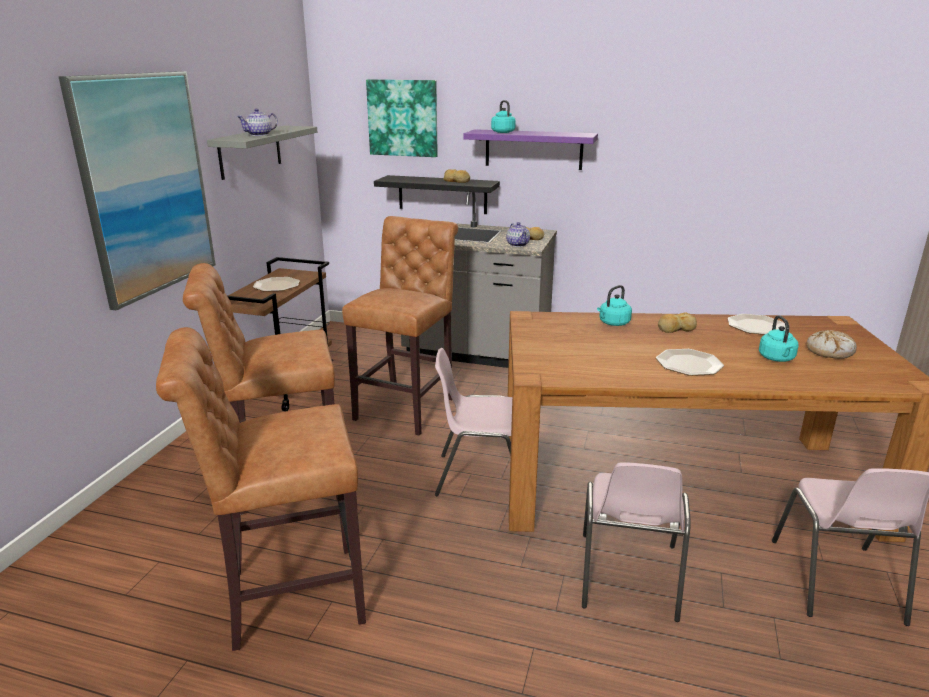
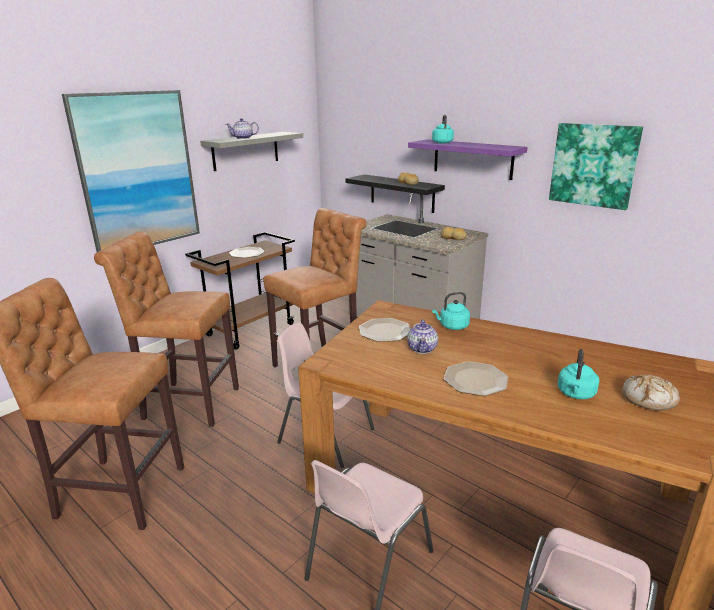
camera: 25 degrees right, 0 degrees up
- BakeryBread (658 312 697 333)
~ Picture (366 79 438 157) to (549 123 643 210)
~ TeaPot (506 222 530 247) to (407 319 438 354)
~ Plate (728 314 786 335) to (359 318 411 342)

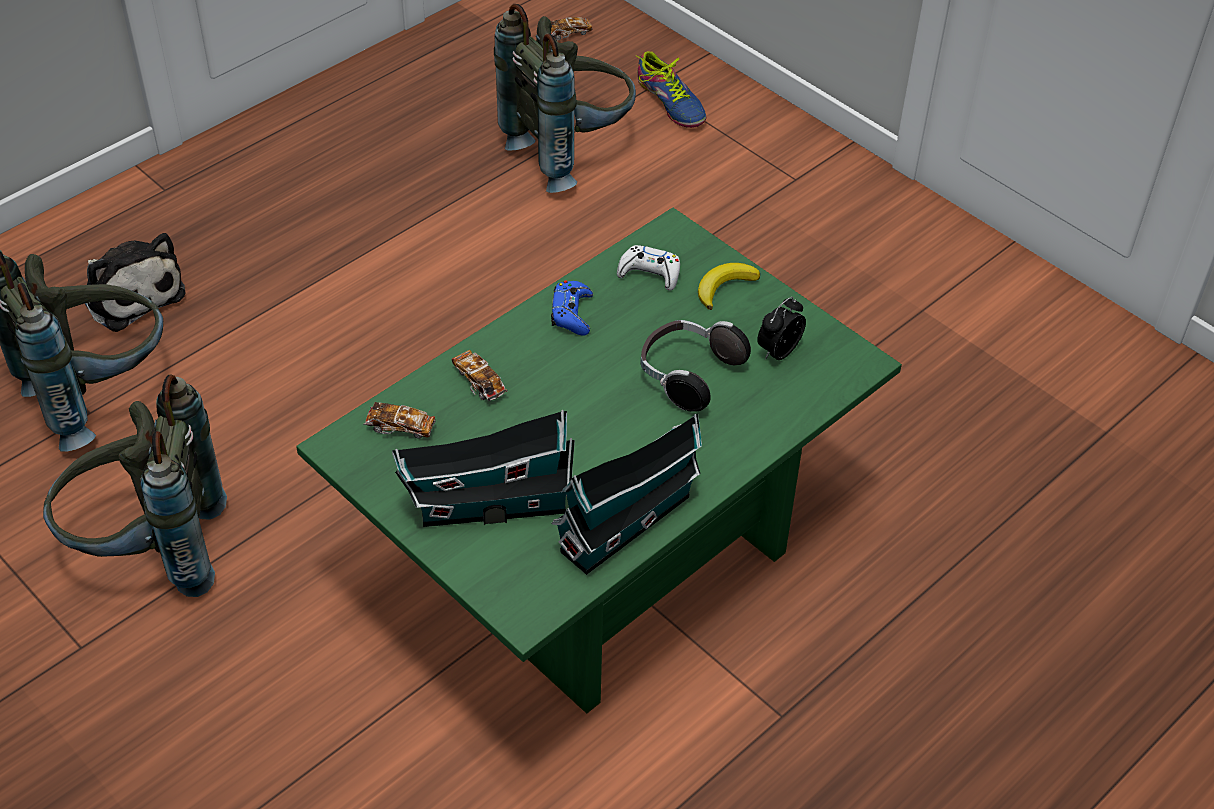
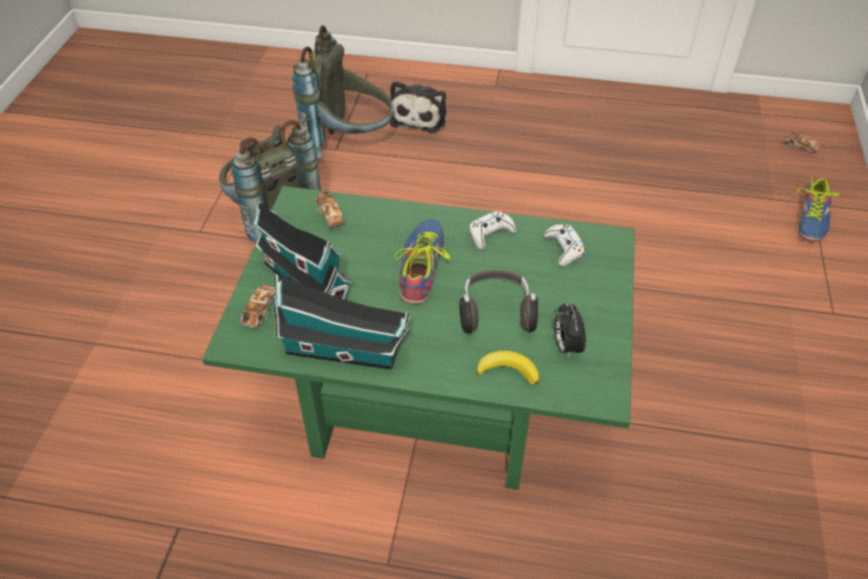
camera: 55 degrees right, 0 degrees up
- GreyBackpack (494 4 636 193)
+ ItemOfFootwear (394 219 451 304)
~ ModelCar (452 350 508 402) to (239 285 275 328)
~ Banana (698 263 760 310) to (477 351 539 385)
~ BlueGamepad (551 281 593 336) to WhiteColouredGamepad (469 211 516 249)
~ AlarmClock (757 297 806 360) = (554 303 586 358) 105 degrees counterclockwise

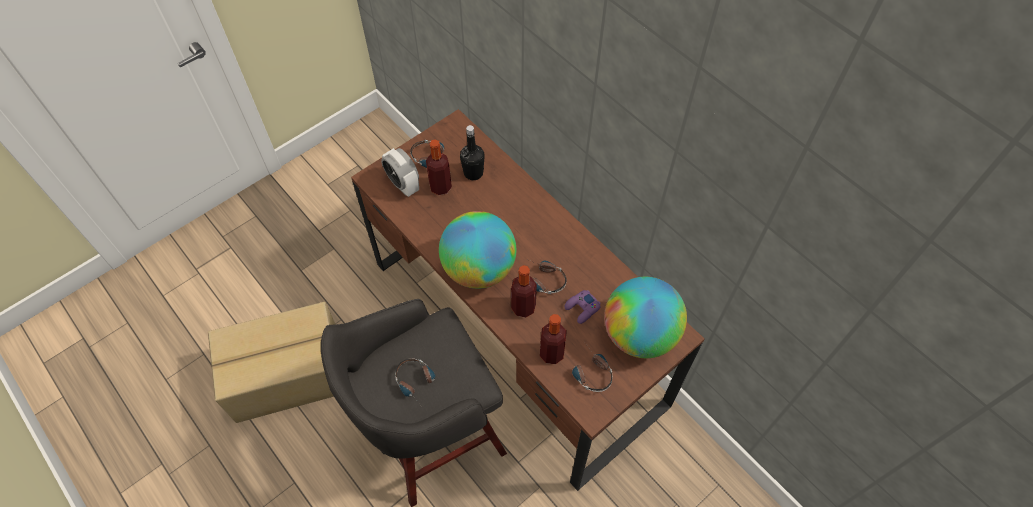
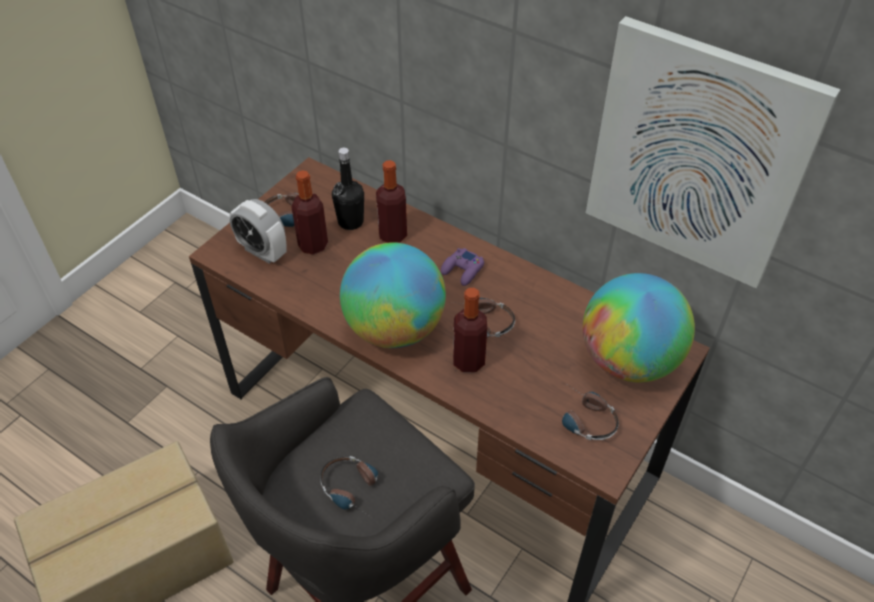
camera: 15 degrees left, 10 degrees down
+ Picture (586 16 841 288)
~ BeverageBottle (540 314 567 364) to (376 160 407 243)
~ PurpleGamepad (564 290 601 324) to (441 248 484 286)

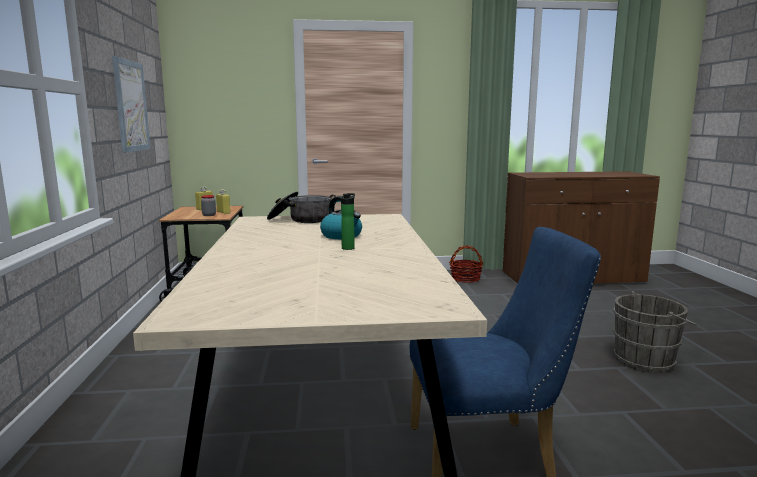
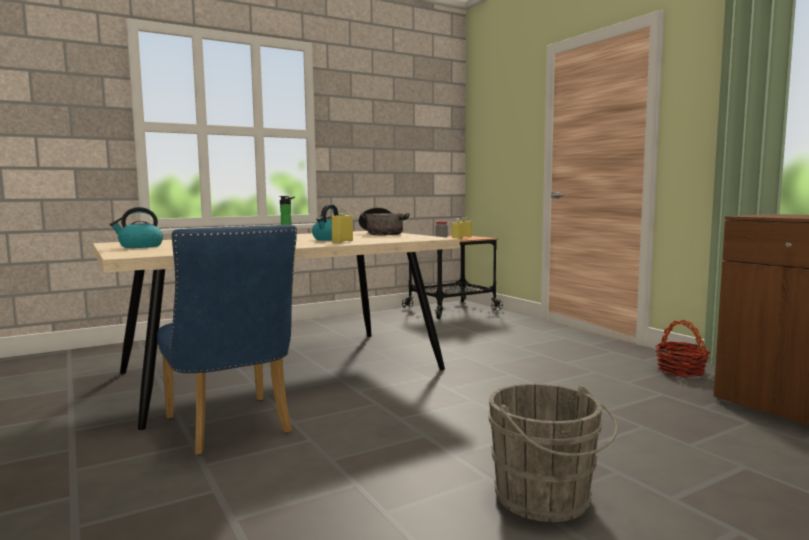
camera: 65 degrees right, 5 degrees down
- Picture (112 56 150 153)
+ WaterKettle (110 207 163 248)
+ YellowBeverageBottle (331 208 353 243)

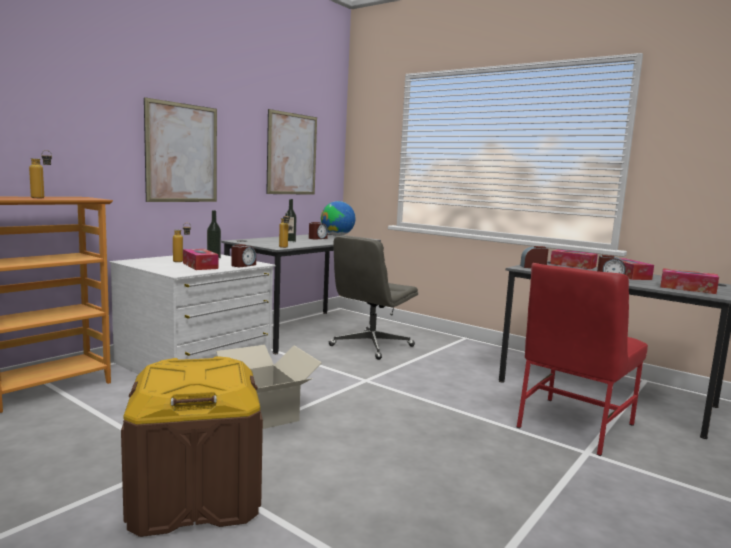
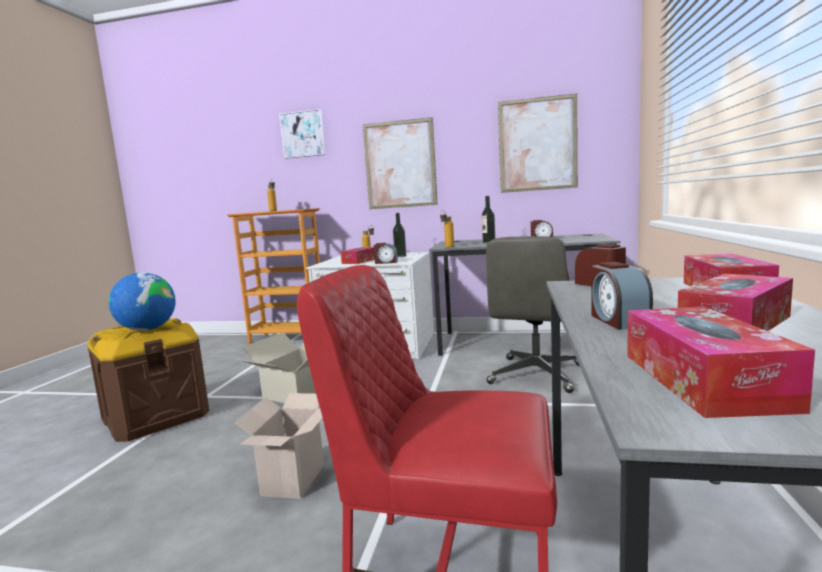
camera: 65 degrees right, 0 degrees up
+ PackingBox (234 393 324 499)
+ Picture (279 109 326 159)
~ WorldGlobe (321 201 356 236) to (108 273 176 331)
~ GreyOfficeChair (329 236 418 360) = (486 236 579 393) 75 degrees counterclockwise

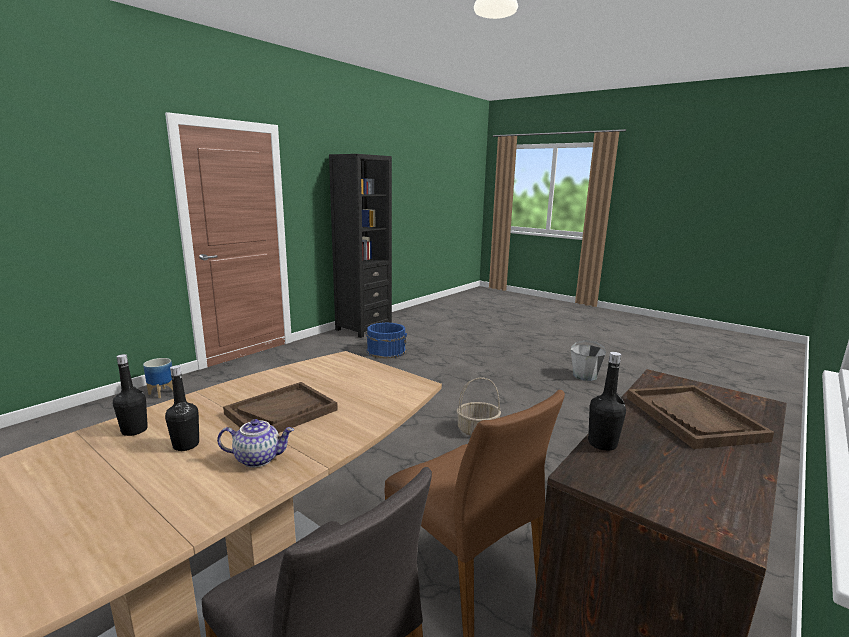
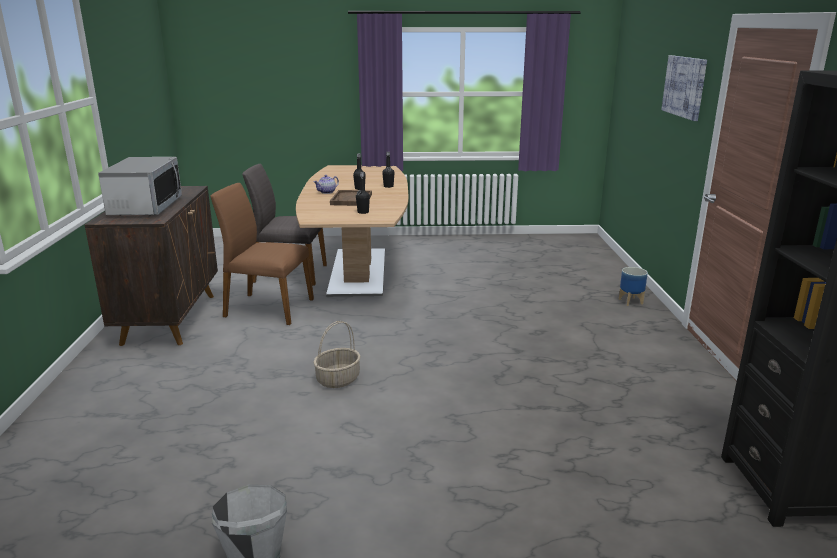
camera: 140 degrees right, 5 degrees up
- BlueBucket (366 322 407 359)
+ Picture (661 55 707 121)
~ BlackColouredBeverageBottle (588 352 626 451) to (356 172 370 214)
~ BrownColouredCarryingTray (627 385 774 449) to Microwave (98 157 182 216)

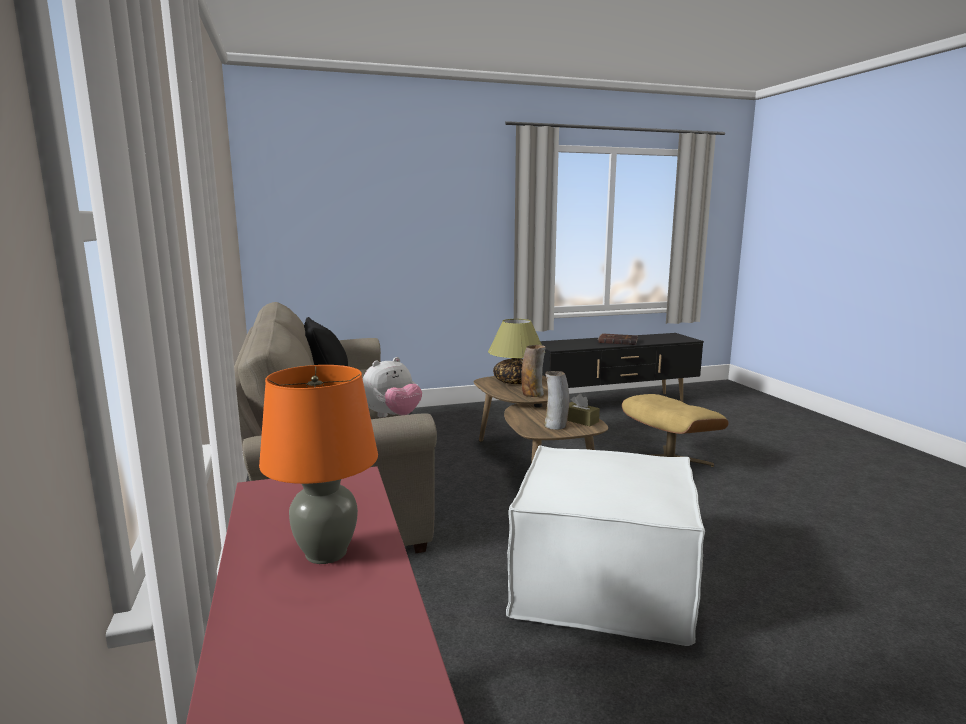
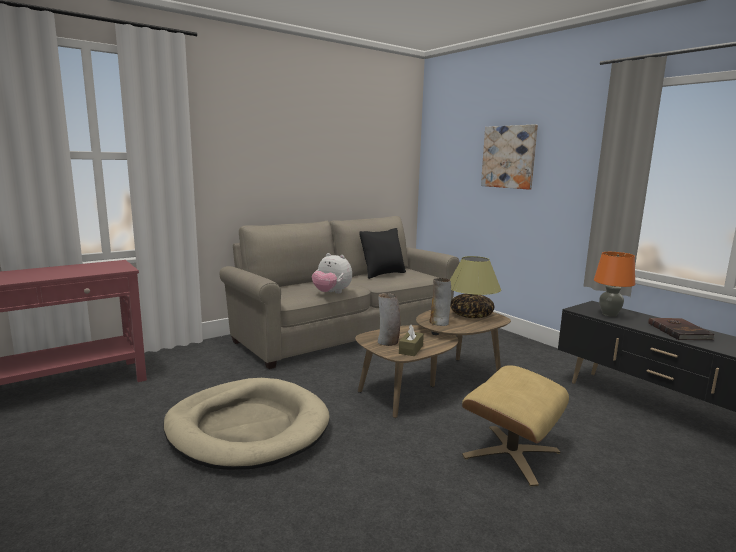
camera: 70 degrees right, 0 degrees up
+ Picture (481 124 538 190)
~ OrangeyLampForATable (259 365 378 564) to (594 252 635 317)
~ WhiteColouredPouffe (506 445 705 646) to BeigeColouredPetBed (164 378 330 470)

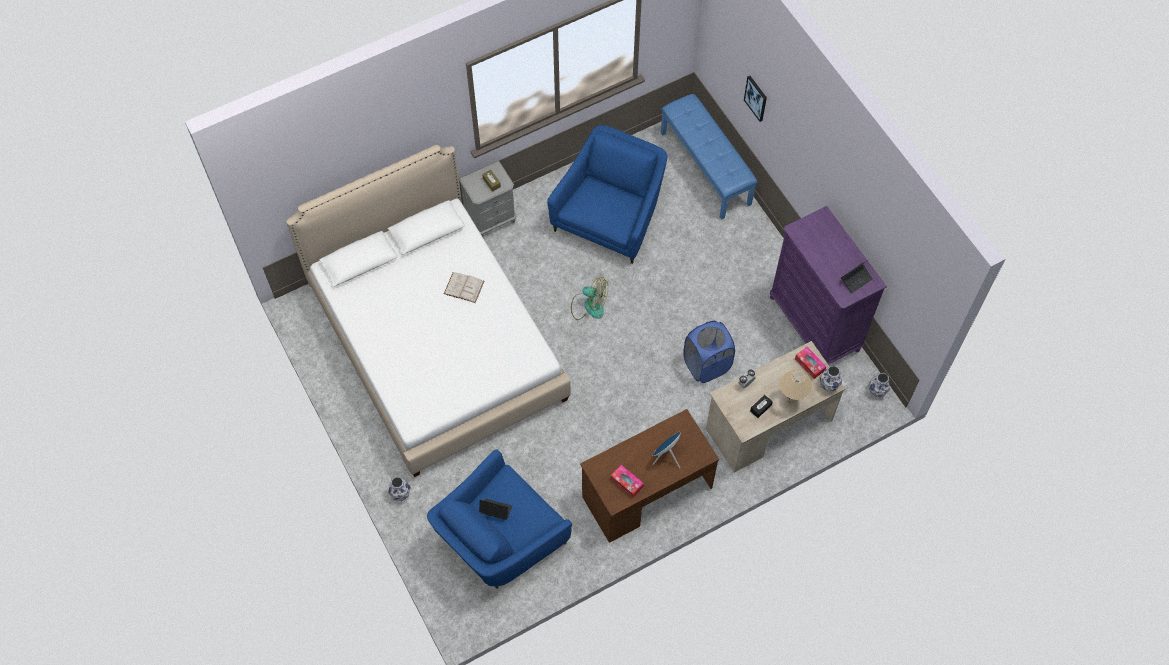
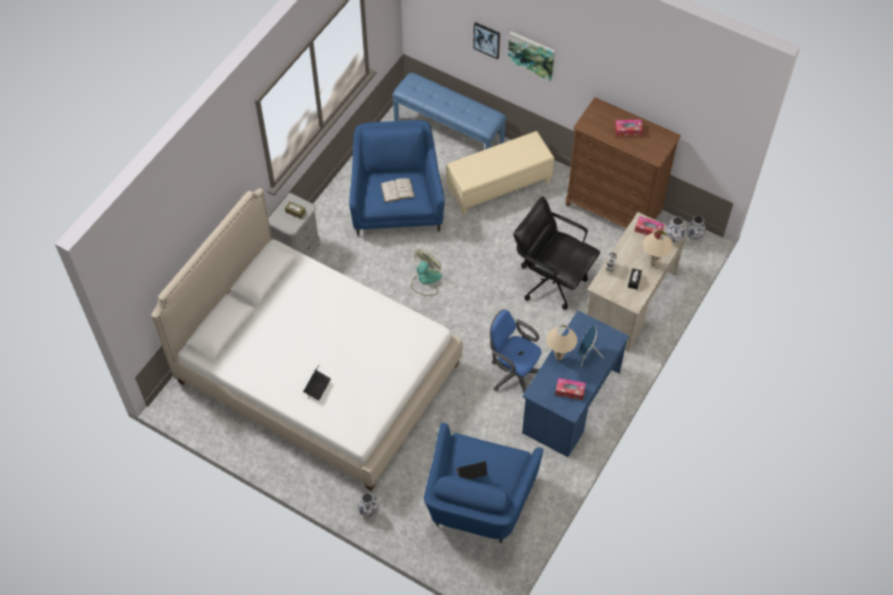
camera: 30 degrees left, 5 degrees down
+ BeigeColouredPouffe (446 131 554 215)
+ BlueOfficeChair (490 309 542 393)
+ Picture (508 31 555 81)
+ BeigeColouredLampForATable (546 325 577 360)
+ TissueBox (615 120 643 137)
~ WhiteColouredBoundBook (444 272 484 303) to (381 178 415 202)
~ Laptop (841 259 873 294) to (303 364 331 401)
~ BlueWashingBasket (683 321 735 383) to BlackColouredOfficeChair (513 196 600 310)
~ BrownColouredDeskTable (580 409 719 543) to BlueDeskTable (522 311 629 457)
~ PurpleDrawerChest (770 206 887 365) to BrownColouredDrawerChest (565 97 681 229)
~ ElectricFan (571 277 608 320) = (411 249 442 296) 45 degrees counterclockwise

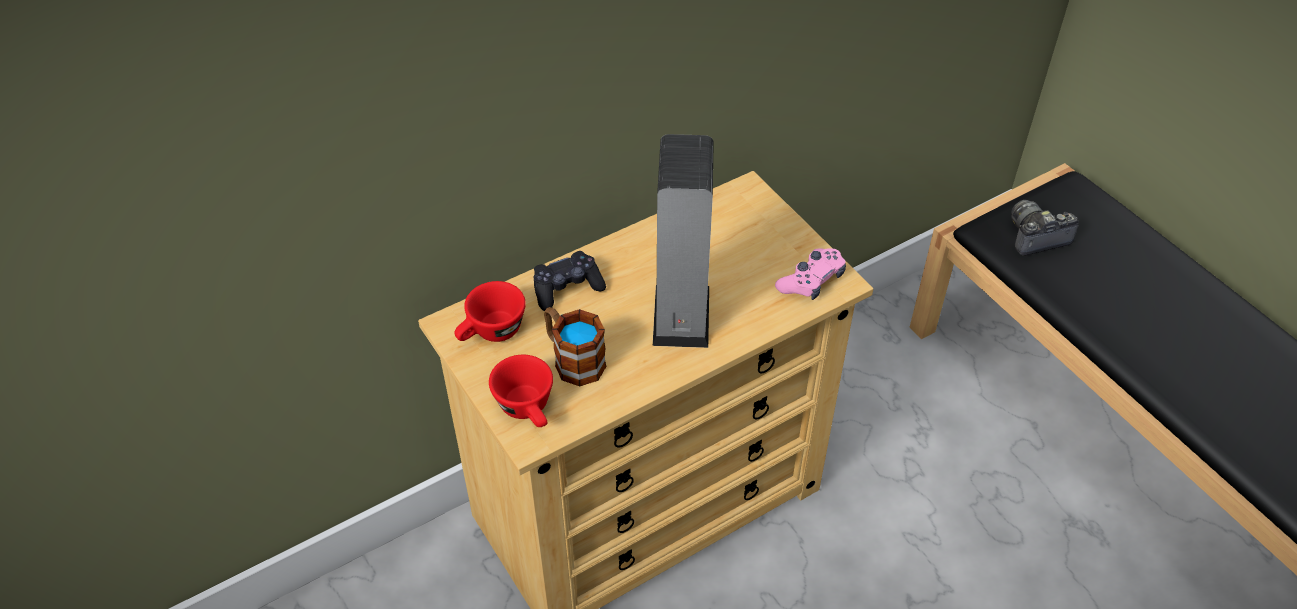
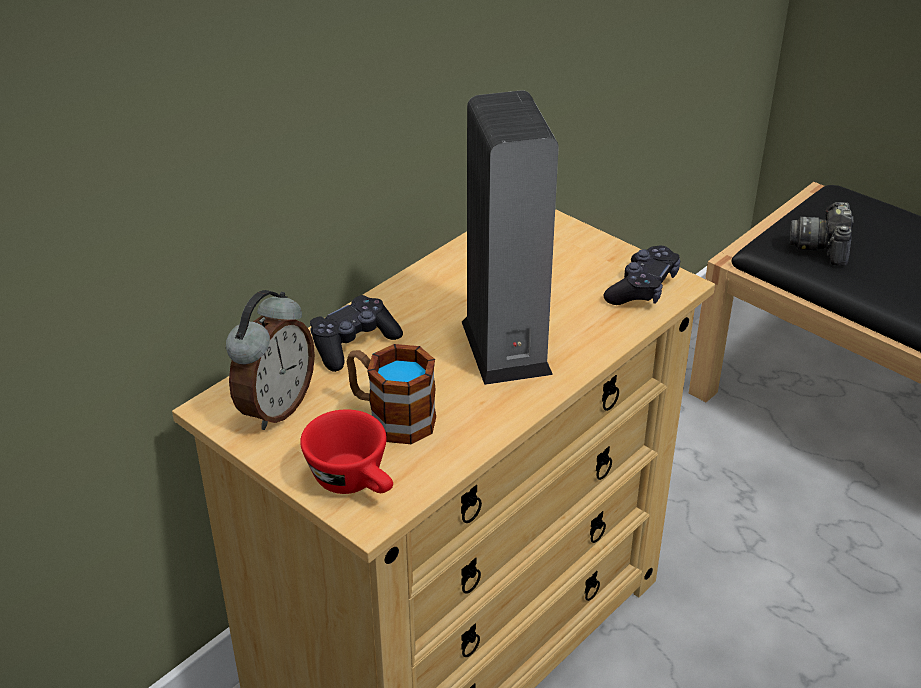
camera: 15 degrees left, 10 degrees down
~ ReddishCup (454 281 526 342) to AlarmClock (226 290 315 430)
~ PinkColouredGamepad (775 248 846 300) to BlackColouredGamepad (604 246 680 305)
~ PhotoCamera (1011 200 1079 256) = (789 202 854 266) 45 degrees counterclockwise

